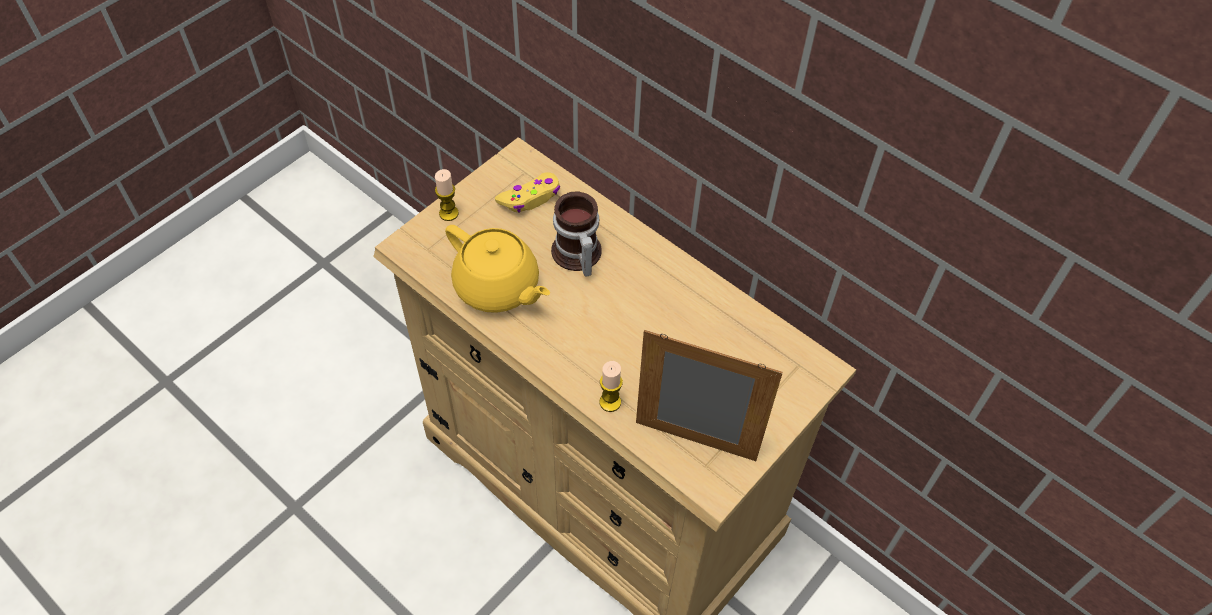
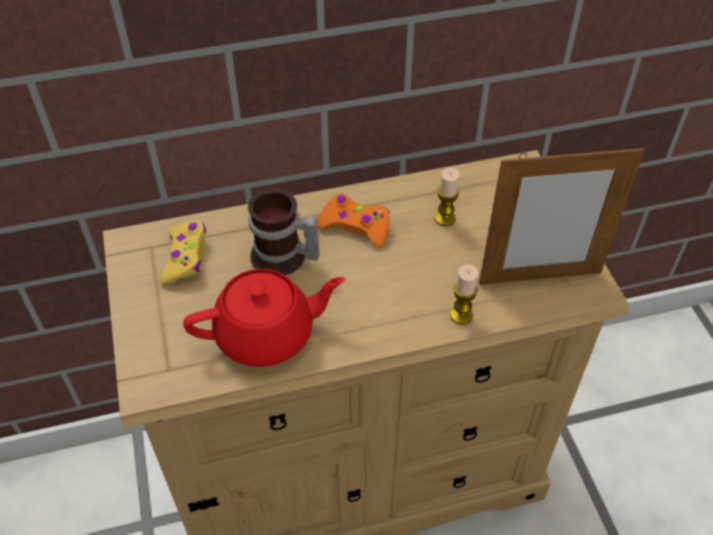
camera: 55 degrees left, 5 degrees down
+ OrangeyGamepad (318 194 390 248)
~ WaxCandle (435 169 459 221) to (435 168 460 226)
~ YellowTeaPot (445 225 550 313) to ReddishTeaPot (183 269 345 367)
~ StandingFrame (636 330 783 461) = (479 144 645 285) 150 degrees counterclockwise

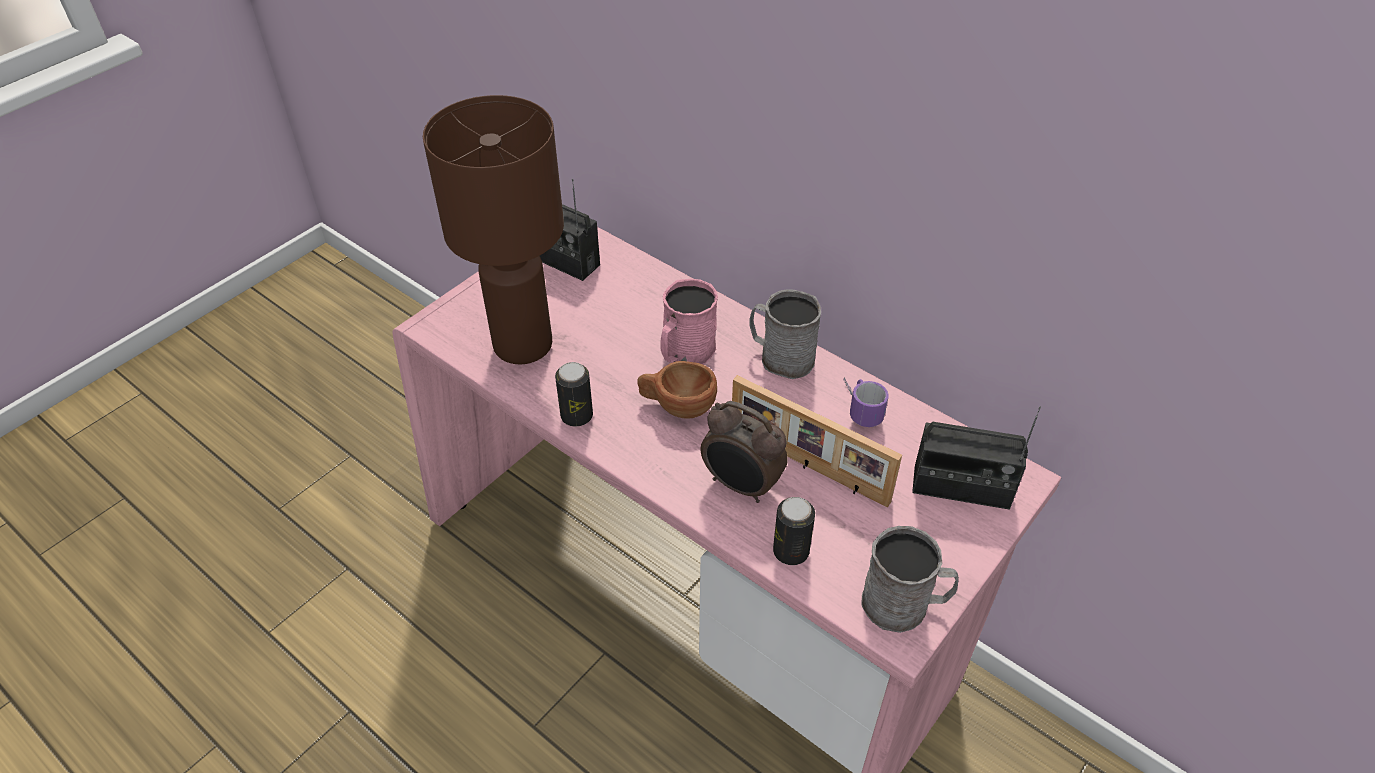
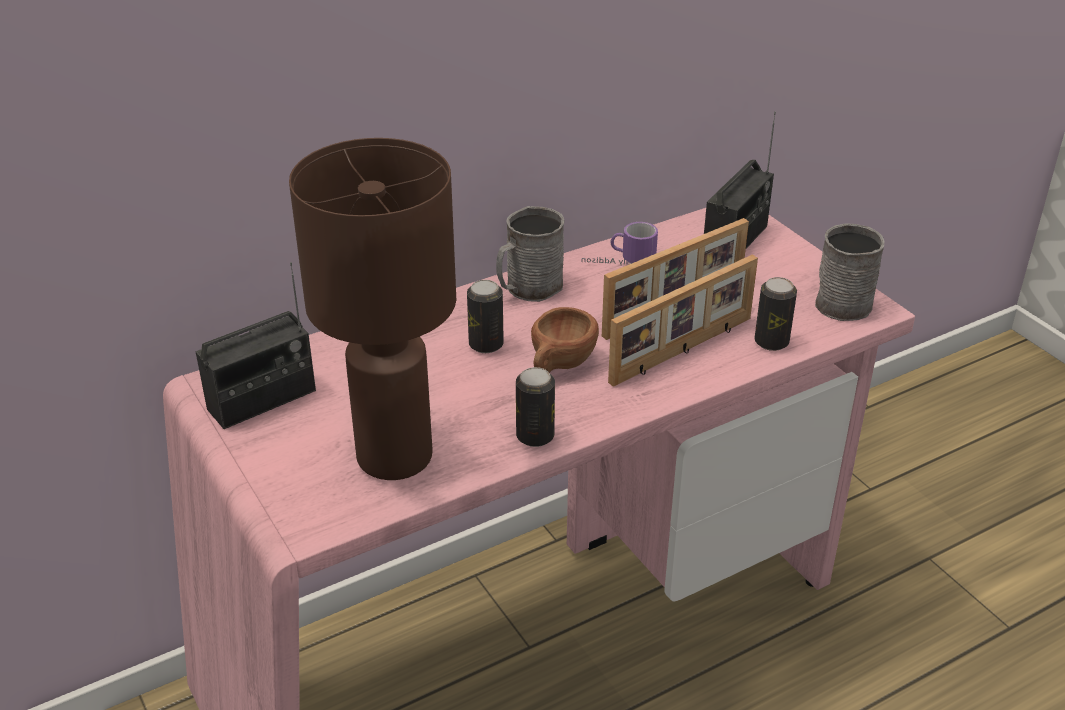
camera: 70 degrees left, 10 degrees down
~ PinkColouredMug (660 279 718 365) to MetalCan (467 280 504 353)
~ AlarmClock (700 401 788 503) to StandingFrame (608 255 758 387)

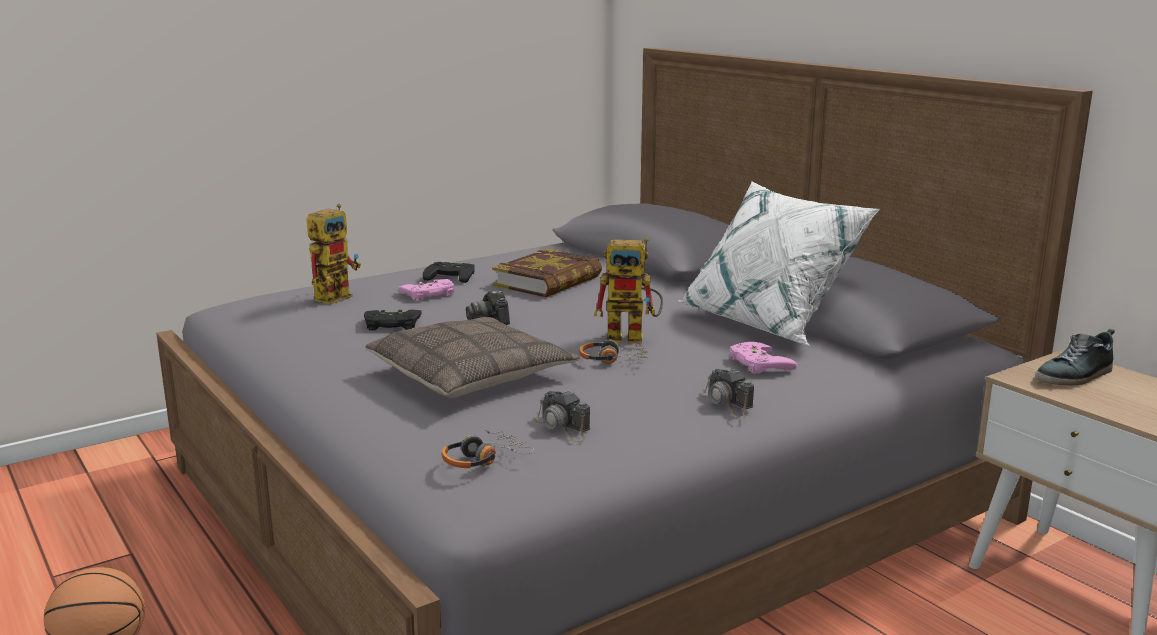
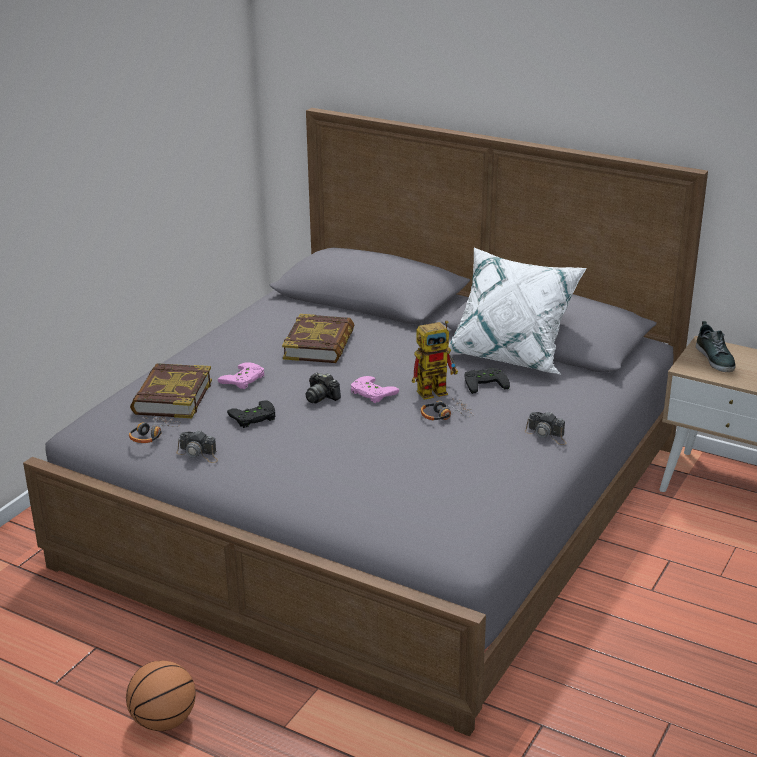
camera: 25 degrees left, 10 degrees up
- Pillow (365 317 580 398)
~ BlackColouredGamepad (423 262 475 283) to (465 368 510 394)
~ Headset (442 430 534 468) to (129 416 181 443)
~ PhotoCamera (534 390 590 442) to (176 431 218 463)
~ PinkColouredGamepad (730 342 797 374) to (351 376 399 403)
~ RobotFigure (307 204 361 304) to BoundBook (130 363 212 418)
~ ItemOfFootwear (1035 329 1115 385) = (696 321 736 372) 45 degrees counterclockwise

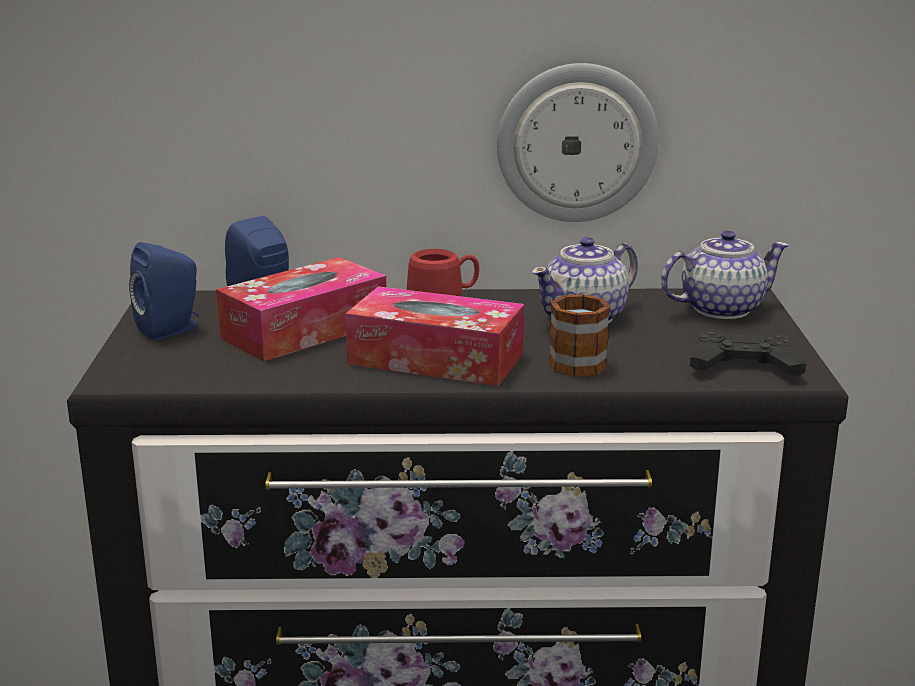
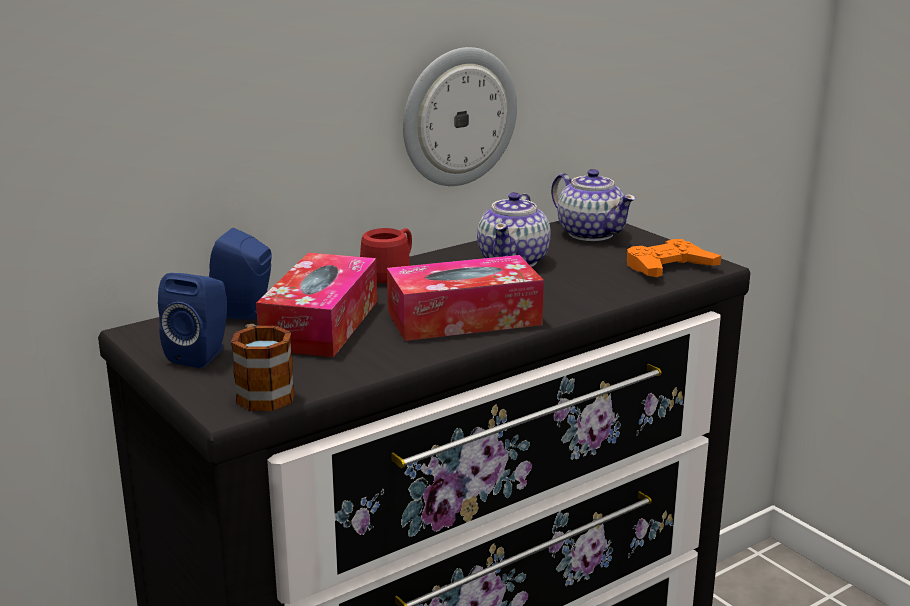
camera: 35 degrees left, 0 degrees up
~ Mug (549 293 610 377) to (231 324 295 411)
~ BlackColouredGamepad (690 330 806 376) to OrangeyGamepad (627 239 721 277)
~ TeaPot (661 230 789 319) = (551 169 636 241) 105 degrees clockwise

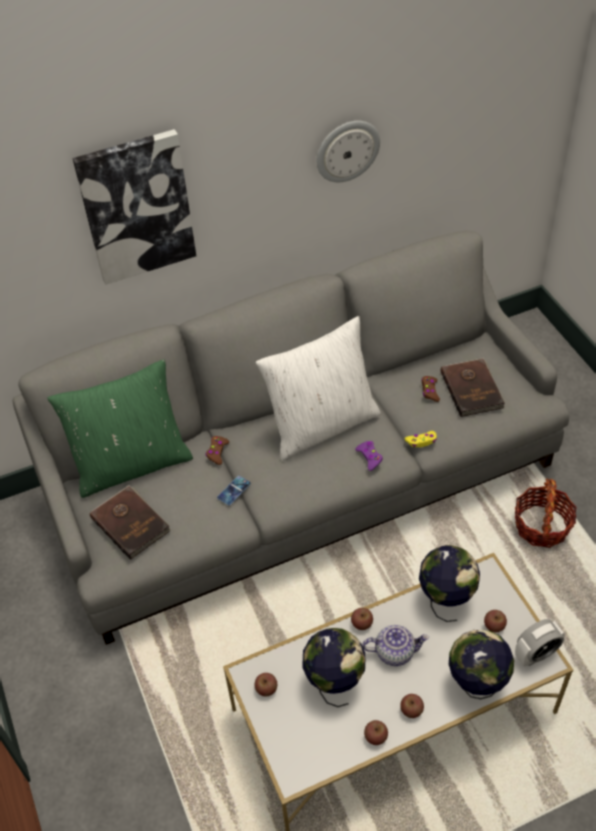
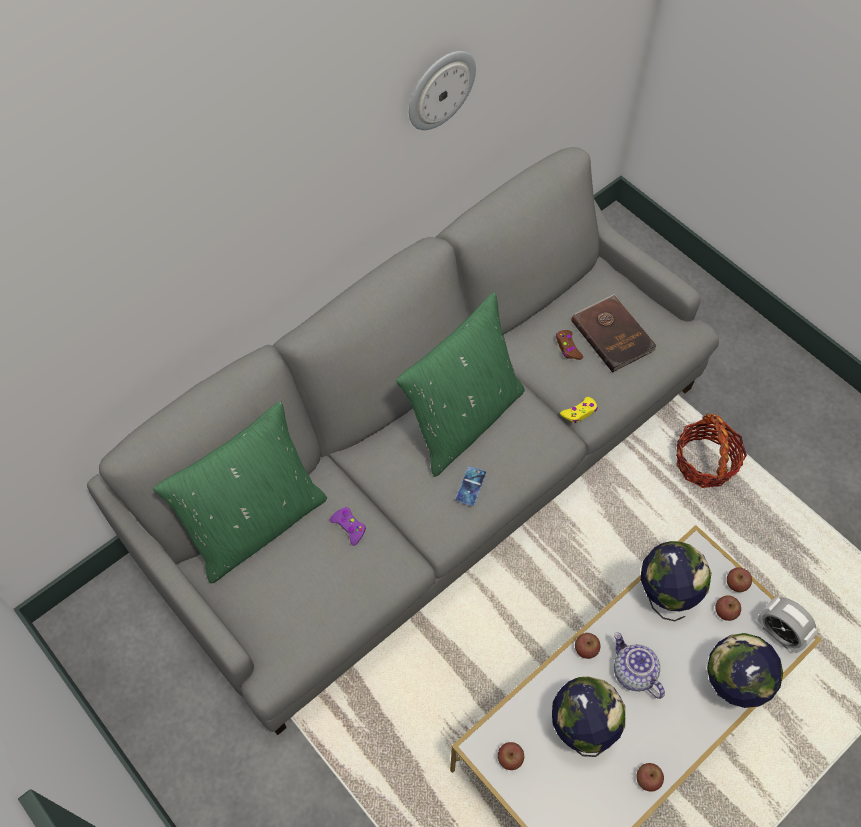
camera: 20 degrees left, 10 degrees up
- Picture (73 129 196 285)
- BrownColouredBoundBook (90 485 171 560)
- BrownColouredGamepad (206 436 229 465)
~ Handset (217 476 251 506) to (455 466 486 506)
~ PurpleGamepad (355 441 383 471) to (330 507 366 546)
~ AppleFruit (400 694 424 718) to (727 567 752 592)
~ WhiteColouredPillow (256 316 381 461) to GreenColouredPillow (396 292 525 477)
~ TeaPot (362 625 429 666) = (614 632 665 699) 105 degrees counterclockwise
~ AlarmClock (515 619 565 667) = (757 598 817 653) 90 degrees clockwise

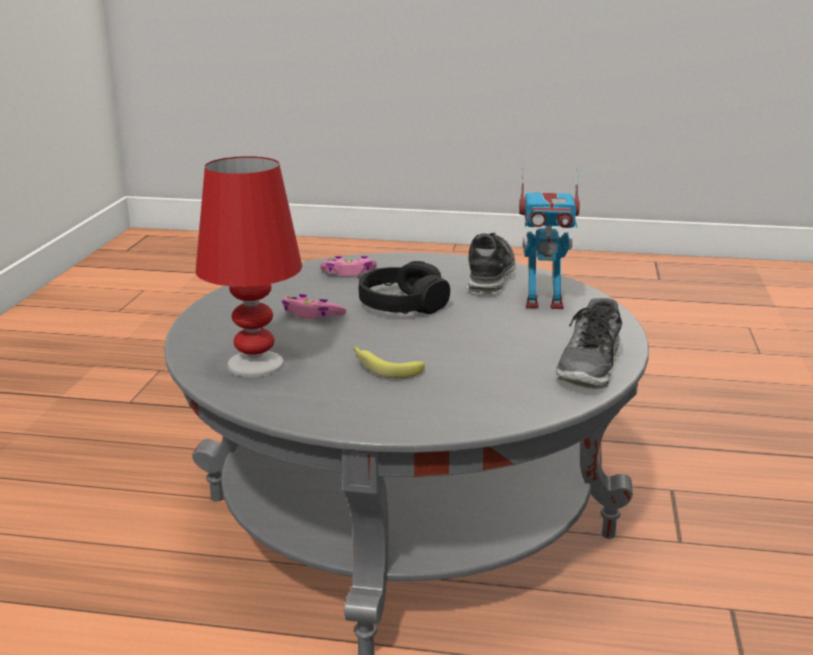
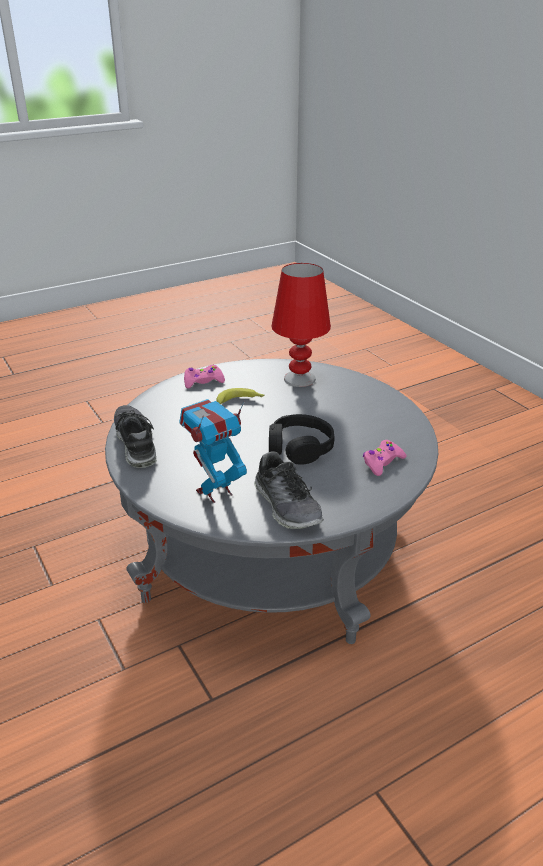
camera: 140 degrees right, 10 degrees up
~ PinkColouredGamepad (282 294 346 319) to (184 365 225 388)

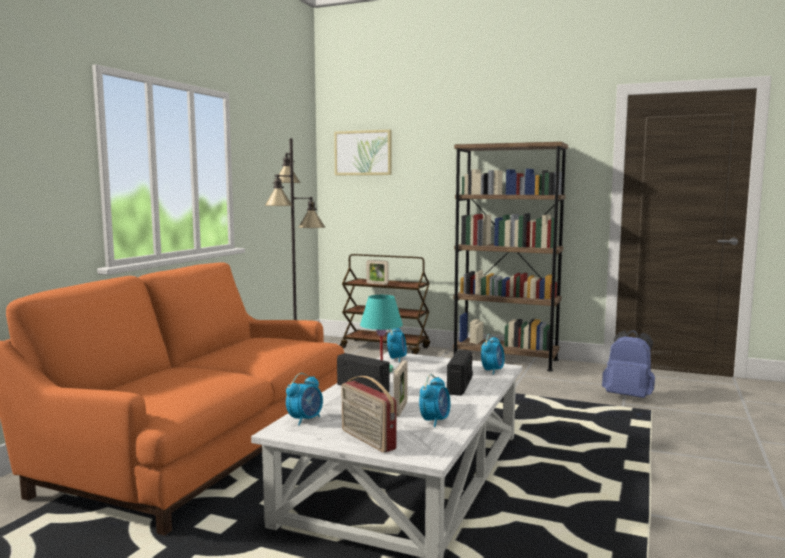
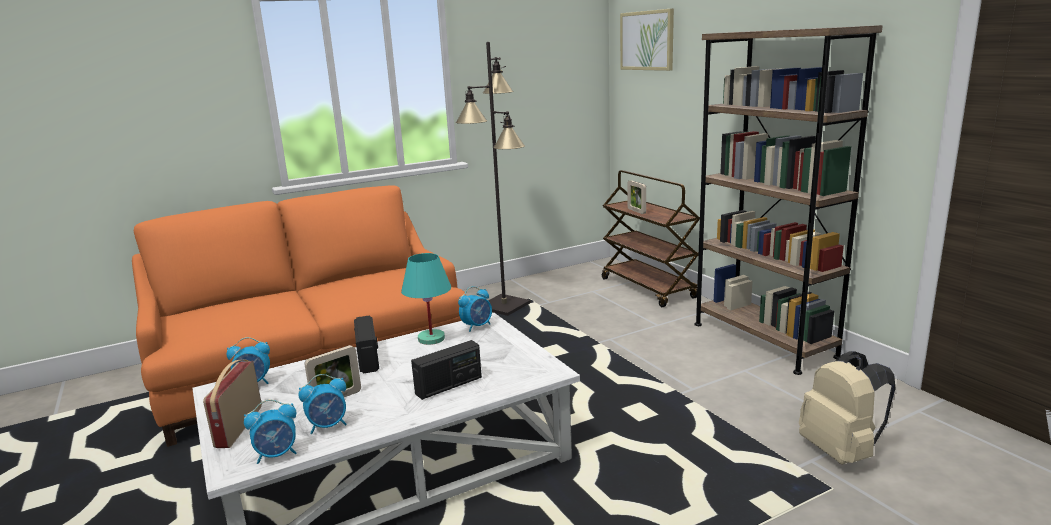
camera: 40 degrees right, 10 degrees up
~ AlarmClock (481 334 505 375) to (244 399 297 464)
~ BlueBackpack (602 330 655 398) to BeigeColouredBackpack (799 351 896 465)

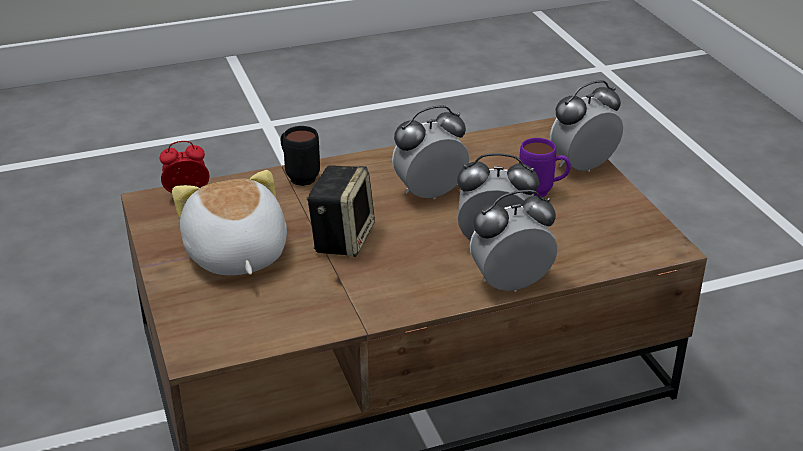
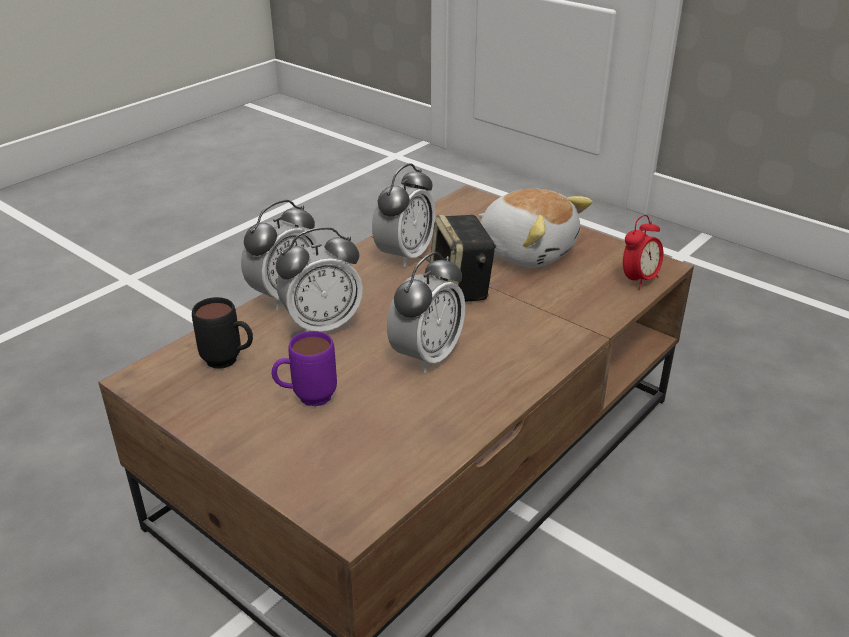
camera: 150 degrees right, 0 degrees up
~ BlackColouredMug (281 126 320 186) to (192 297 253 369)
~ AlarmClock (550 80 623 172) to (372 163 436 267)

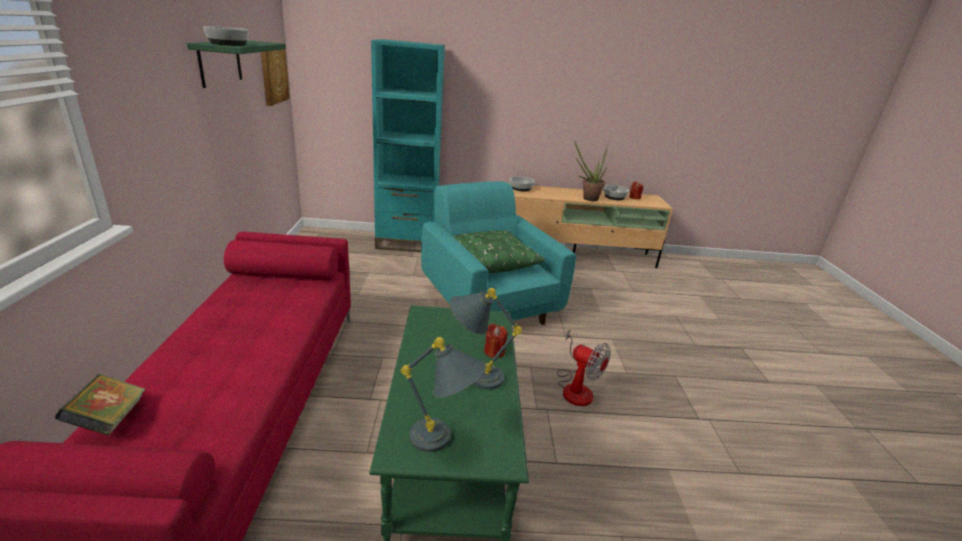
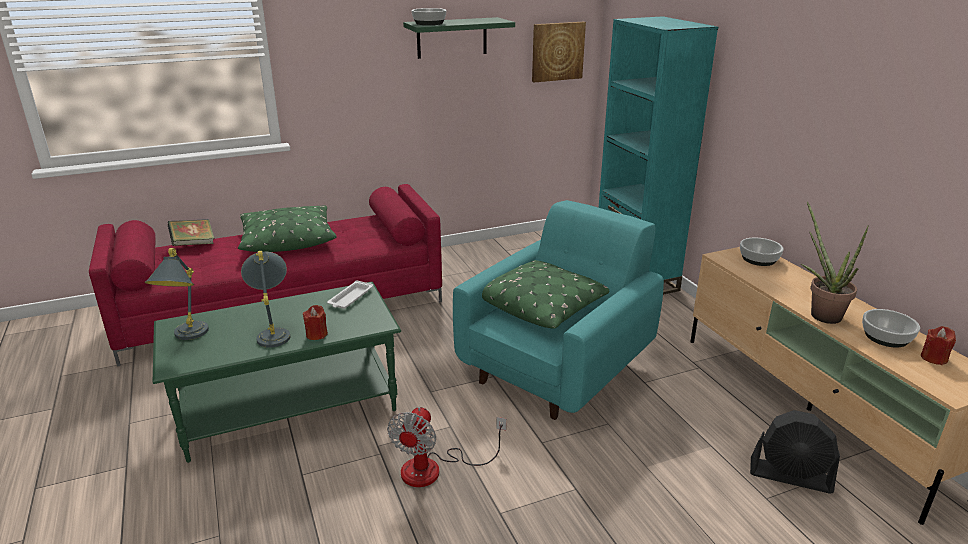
camera: 70 degrees right, 0 degrees up
+ GreenColouredPillow (238 206 337 252)
+ WhiteColouredCarryingTray (327 280 373 309)
+ BlackColouredElectricFan (750 410 840 493)

